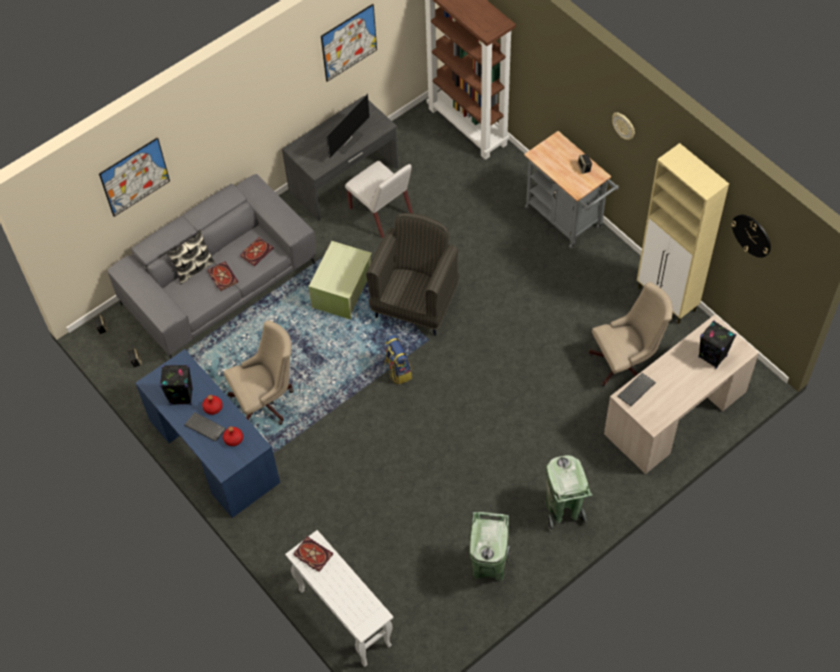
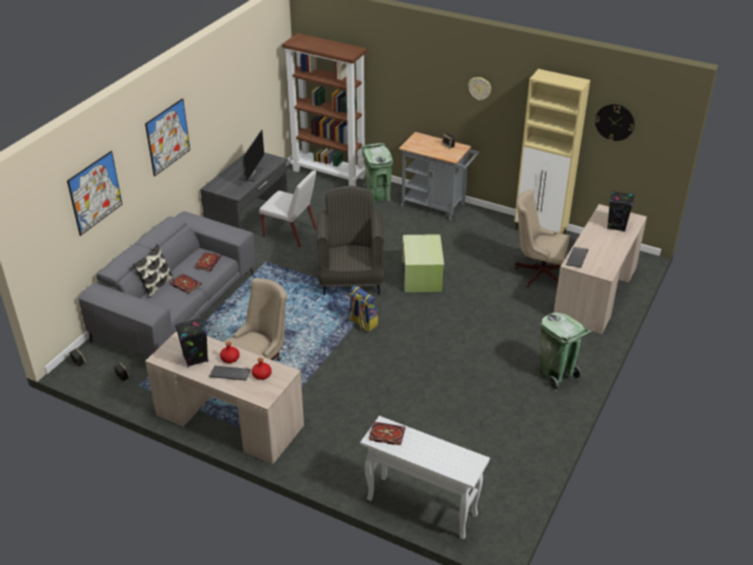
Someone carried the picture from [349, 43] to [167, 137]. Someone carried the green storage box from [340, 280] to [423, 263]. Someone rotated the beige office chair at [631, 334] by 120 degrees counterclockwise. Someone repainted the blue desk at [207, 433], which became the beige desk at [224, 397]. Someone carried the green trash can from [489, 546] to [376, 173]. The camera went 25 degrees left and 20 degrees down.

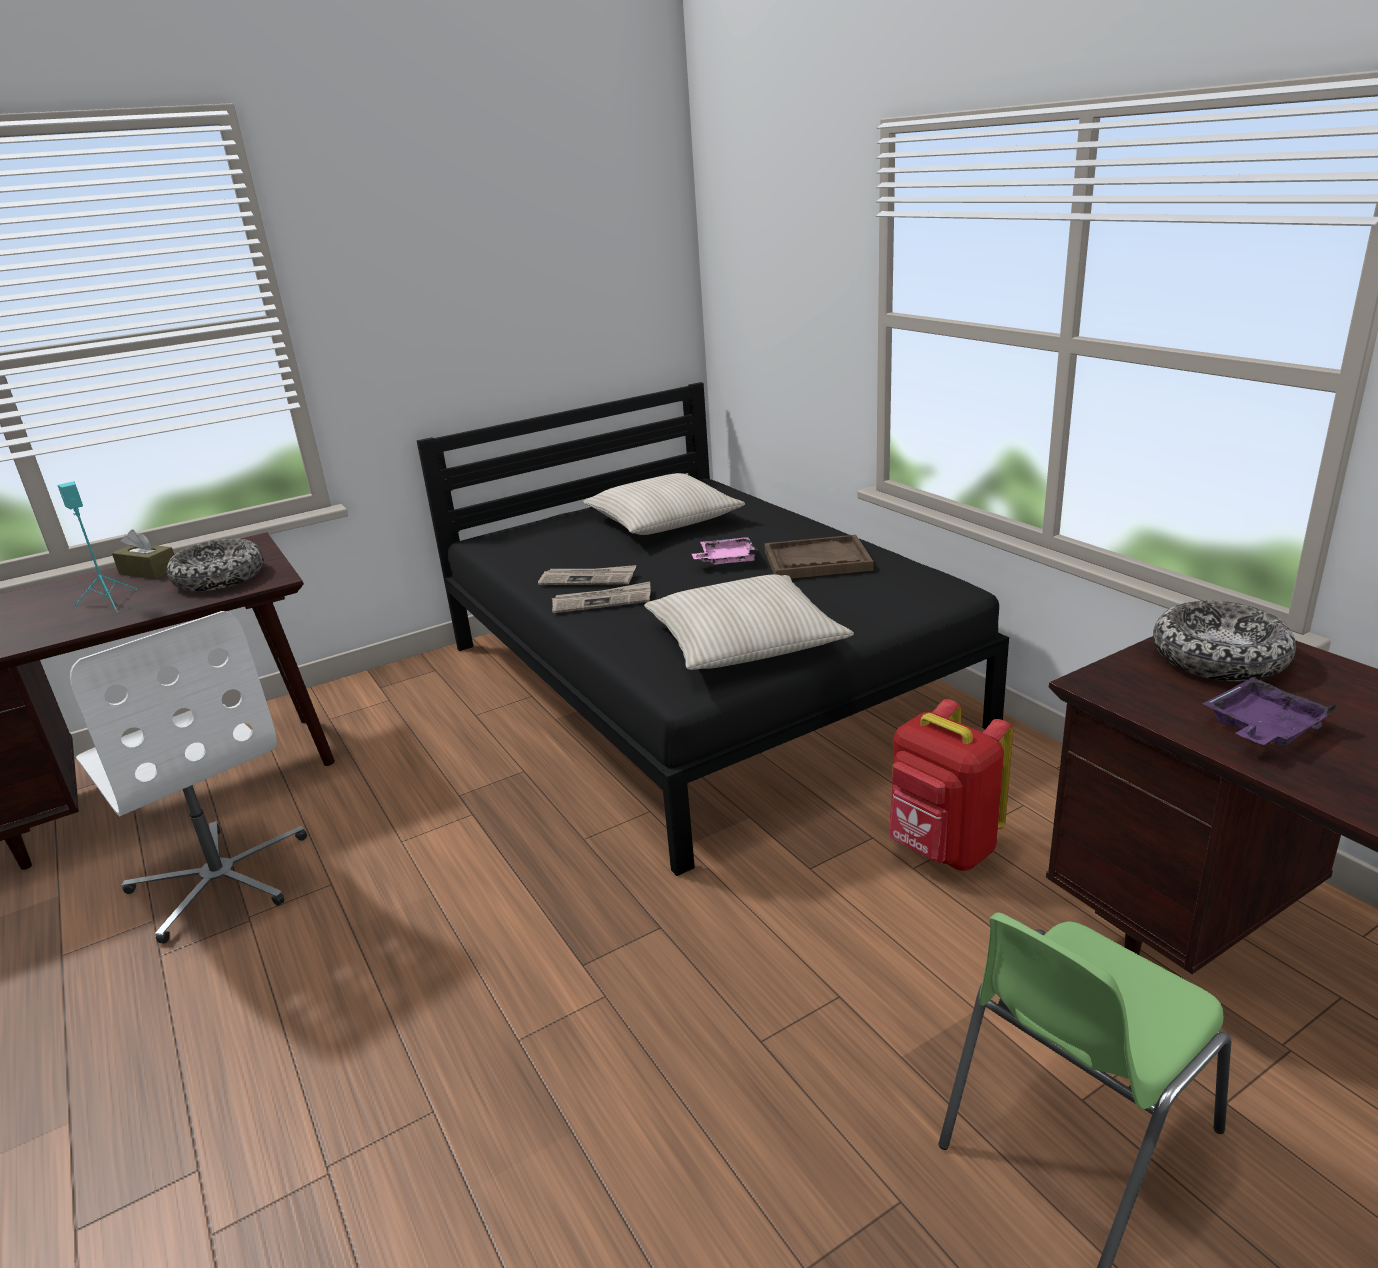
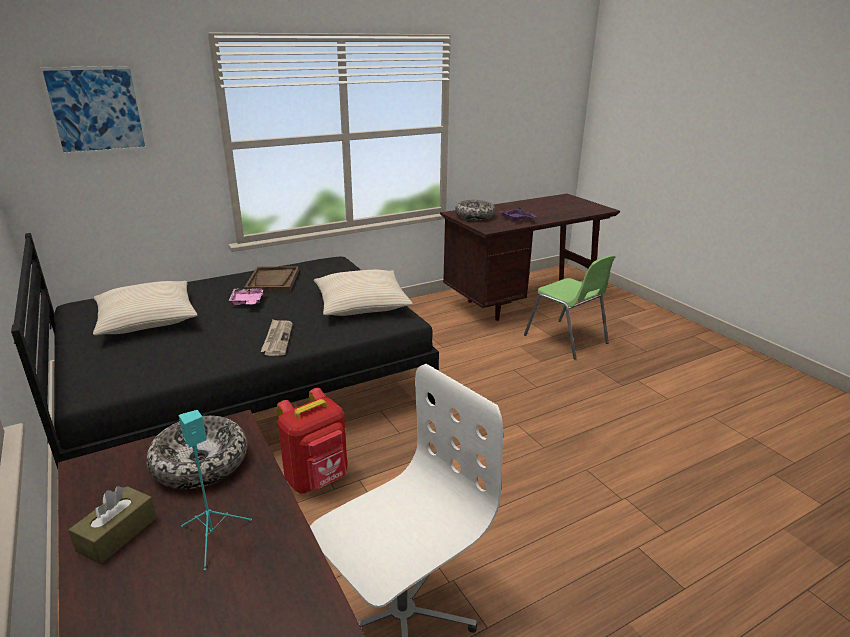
Someone took away the newspaper at [587, 575]. Someone carried the red backpack from [951, 785] to [312, 440]. Someone put up the picture at [93, 111]. The camera went 90 degrees left and 0 degrees up.

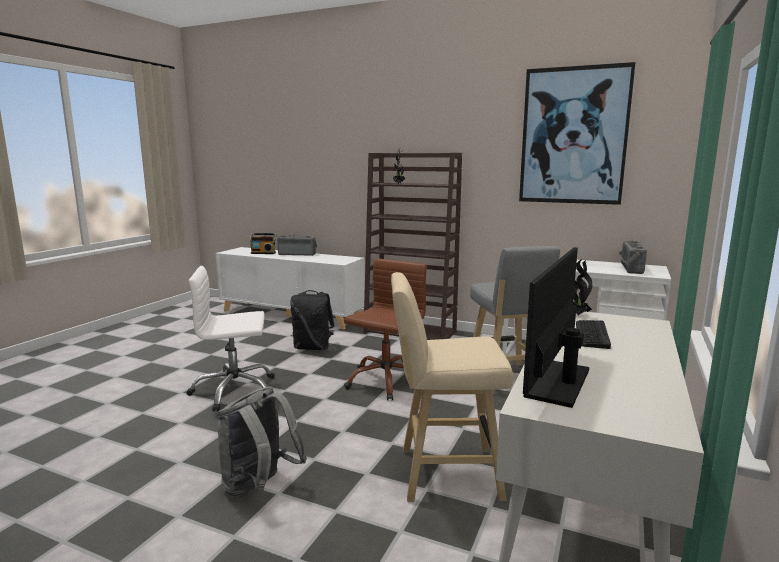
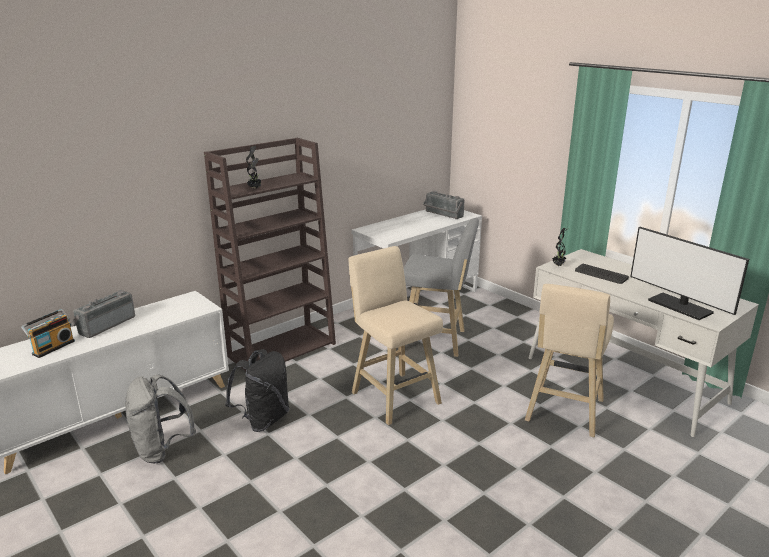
Someone took away the picture at [577, 133]. Someone swapped the brown office chair at [385, 330] for the beige stool at [395, 335]. Someone took away the white office chair at [231, 338]. Someone carried the grey backpack from [262, 441] to [160, 419]. The camera went 65 degrees left and 10 degrees up.

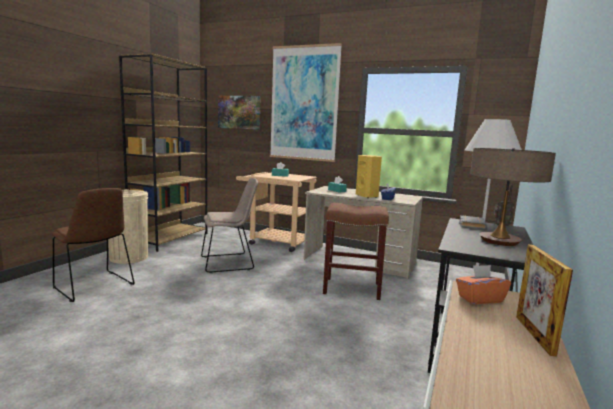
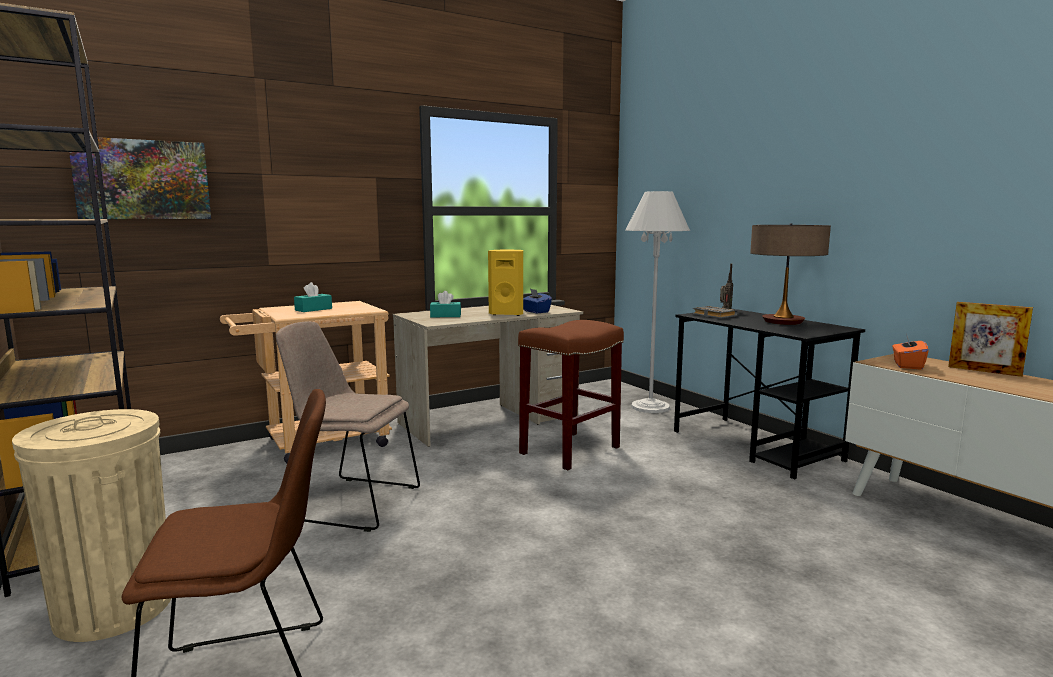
Someone took away the picture at [306, 102]. Someone rotated the beige chair at [229, 225] by 90 degrees counterclockwise. The camera went 55 degrees left and 0 degrees up.

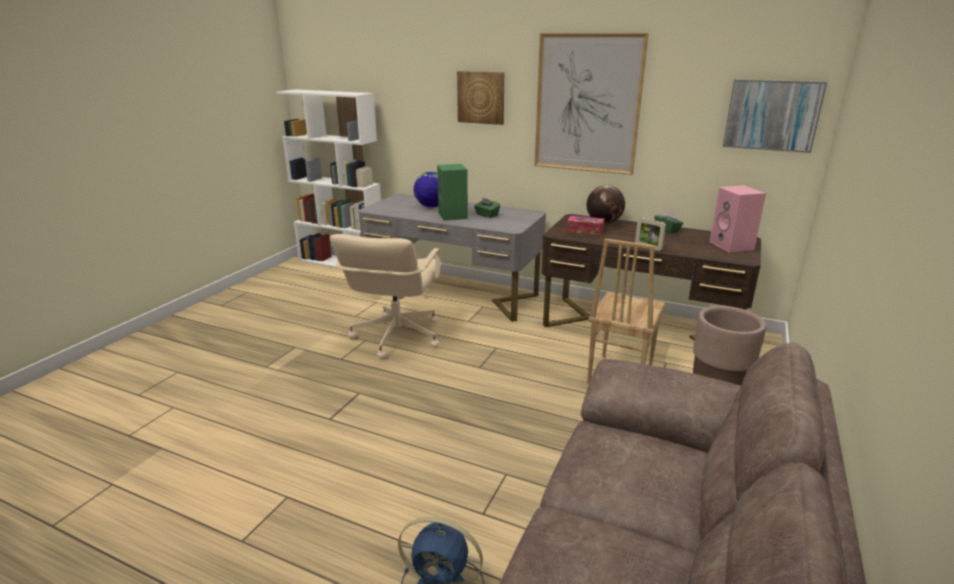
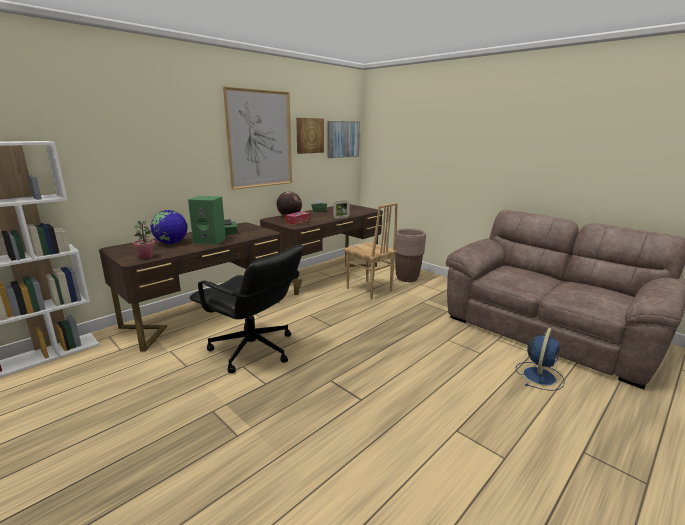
Someone carried the picture from [480, 98] to [310, 136]. Someone took away the pink speaker at [738, 218]. Someone repainted the grey desk at [452, 258], which became the brown desk at [190, 287]. Someone repainted the beige office chair at [386, 296], which became the black office chair at [247, 309]. Someone put down the potted plant at [144, 240]. The camera went 70 degrees left and 5 degrees down.

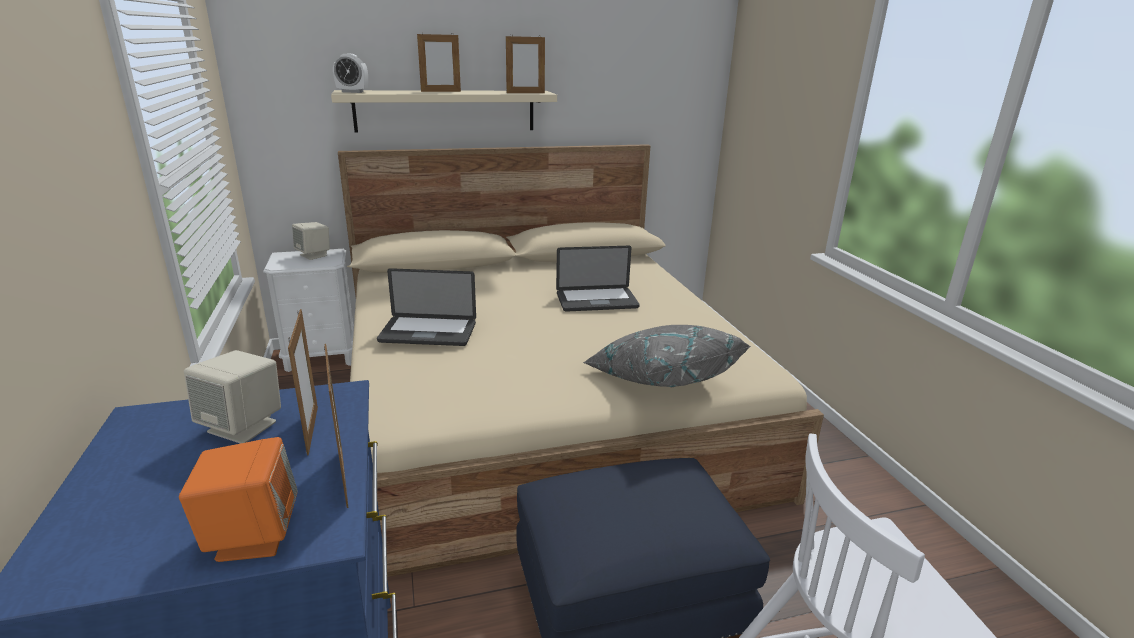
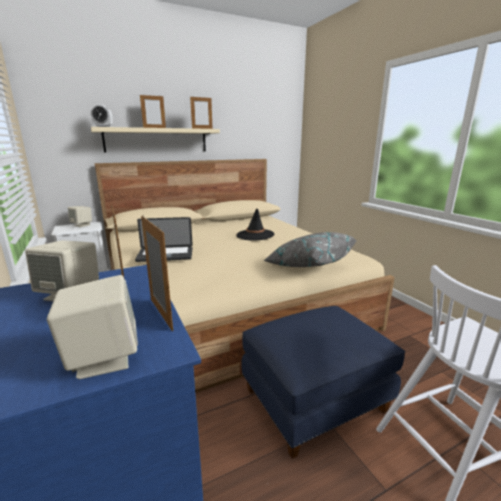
Someone swapped the laptop at [598, 279] for the black hat at [255, 224]. Someone repainted the orange speaker at [238, 499], which became the beige speaker at [92, 327]. The camera went 10 degrees left and 5 degrees down.

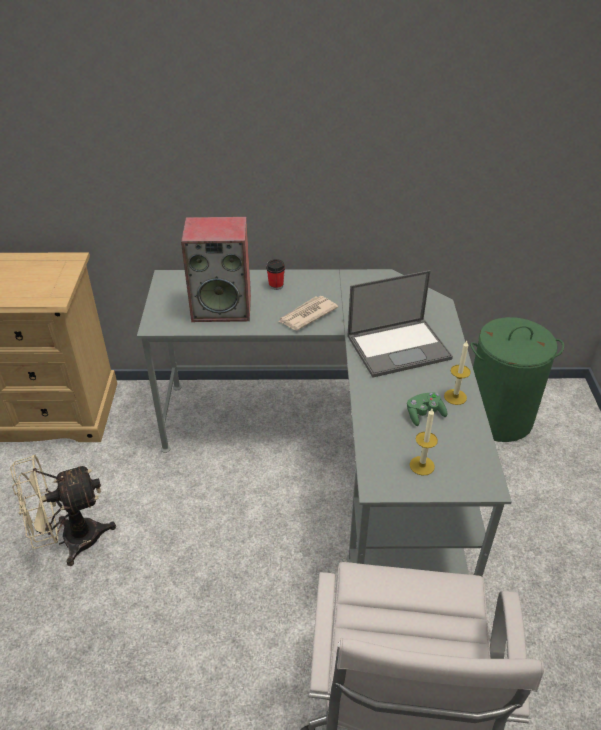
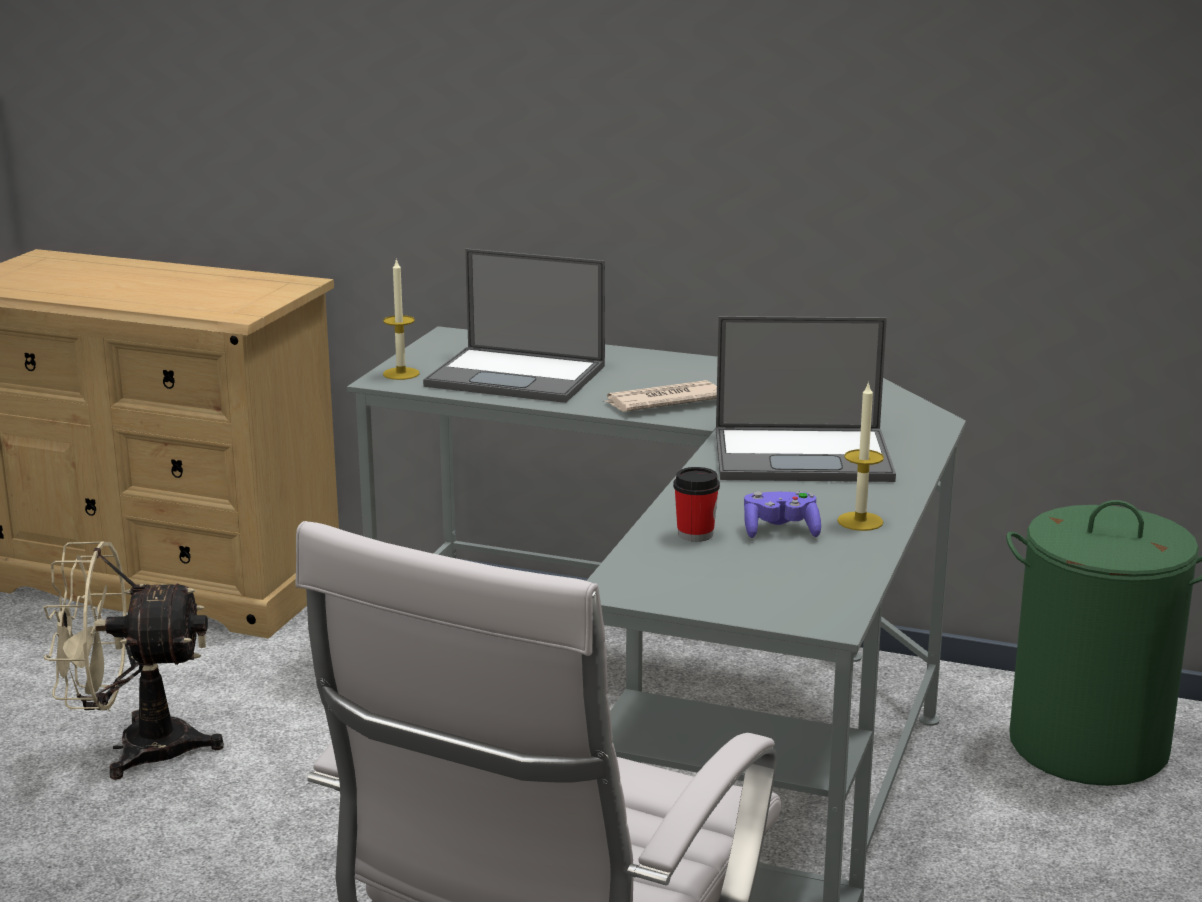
Someone swapped the speaker at [216, 269] for the laptop at [514, 325]. Someone carried the cup from [275, 274] to [696, 504]. Someone repainted the green game controller at [427, 409], which became the purple game controller at [782, 514]. Someone carried the candle from [424, 442] to [401, 319]. The camera went 20 degrees right and 20 degrees down.

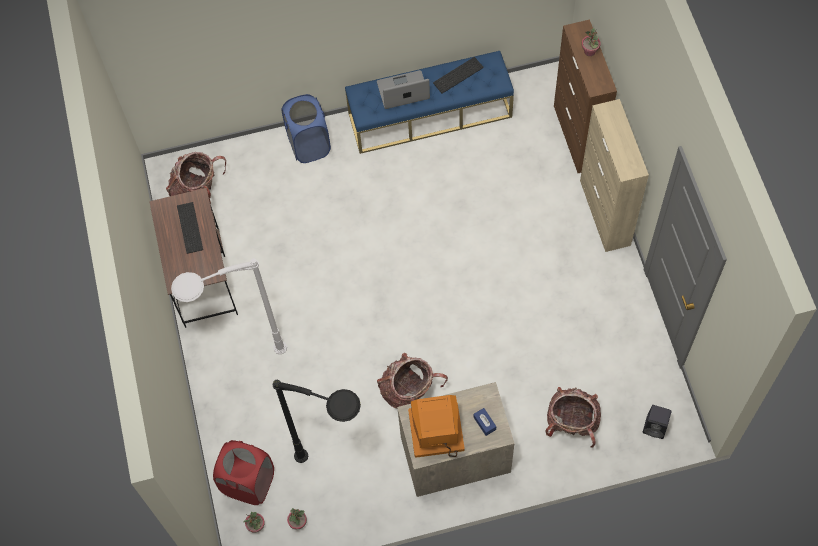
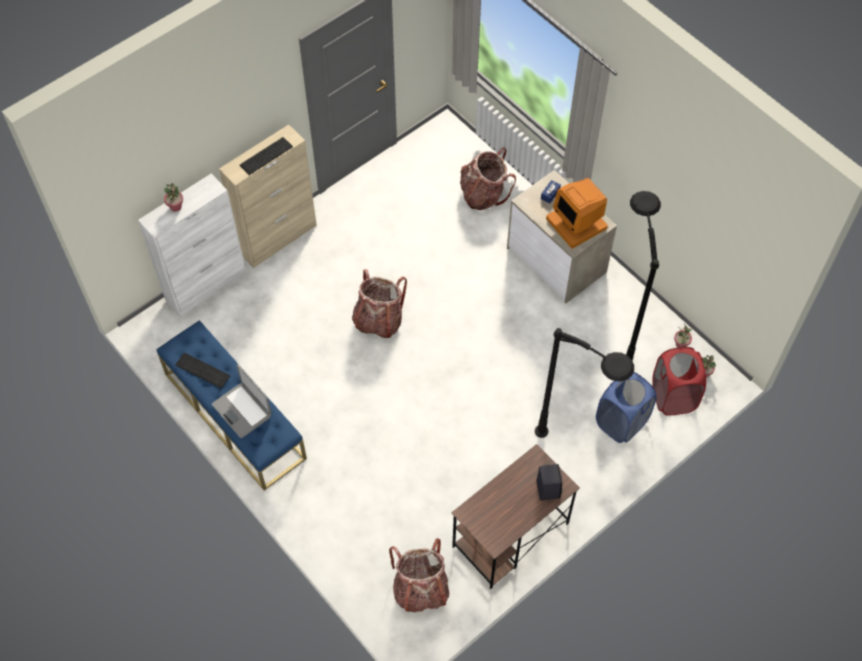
Someone repainted the brown cabinet at [585, 96], which became the white cabinet at [192, 245]. Someone carried the blue laundry basket from [306, 128] to [626, 407]. Someone carried the keyboard from [190, 228] to [266, 156]. Someone repainted the white floor lamp at [229, 306], which became the black floor lamp at [584, 383]. Someone carried the backpack from [412, 381] to [379, 303]. Someone carried the black speaker from [657, 422] to [549, 482]. The camera went 120 degrees left and 5 degrees down.

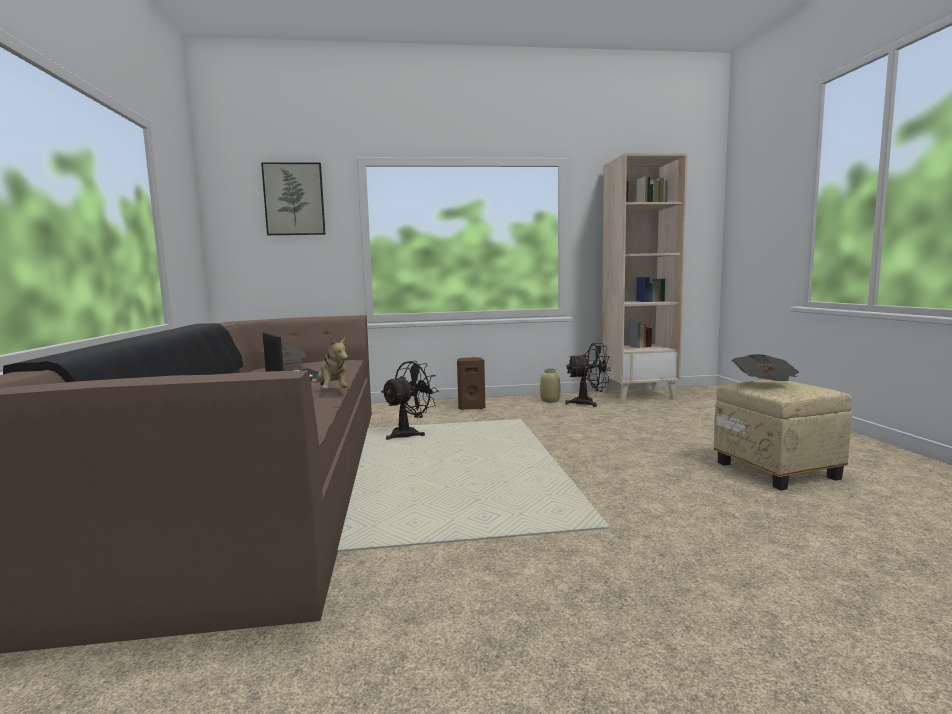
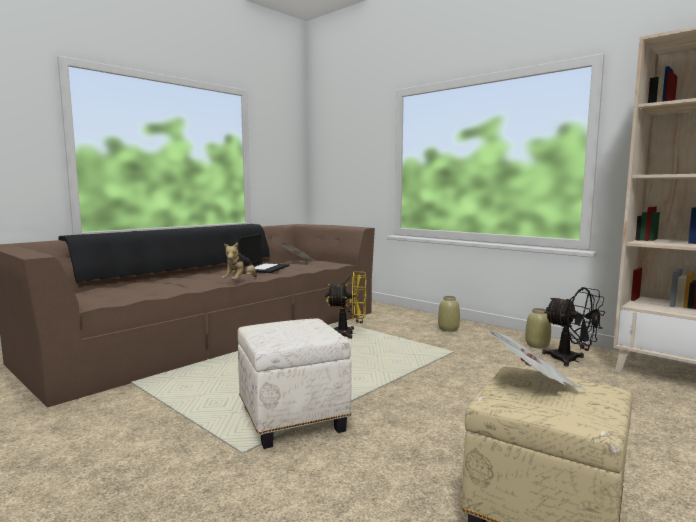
Someone took away the picture at [293, 198]. Someone swapped the brown speaker at [471, 383] for the beige vase at [449, 314]. Someone repainted the black fan at [410, 400], which became the yellow fan at [345, 305]. Someone put down the white ottoman at [295, 384]. The camera went 50 degrees right and 0 degrees up.

